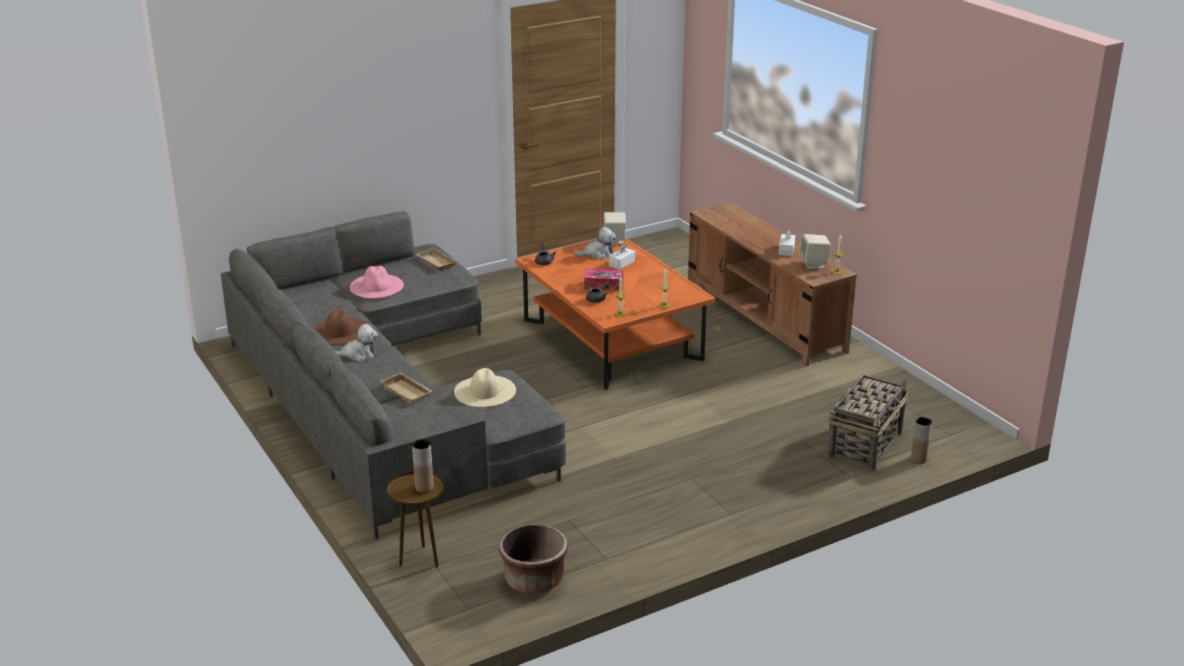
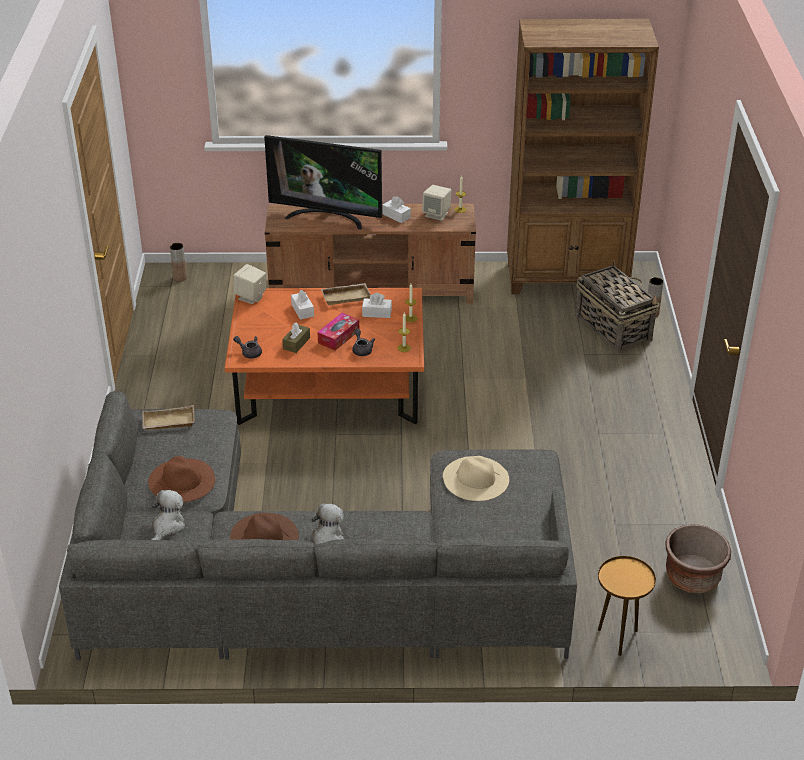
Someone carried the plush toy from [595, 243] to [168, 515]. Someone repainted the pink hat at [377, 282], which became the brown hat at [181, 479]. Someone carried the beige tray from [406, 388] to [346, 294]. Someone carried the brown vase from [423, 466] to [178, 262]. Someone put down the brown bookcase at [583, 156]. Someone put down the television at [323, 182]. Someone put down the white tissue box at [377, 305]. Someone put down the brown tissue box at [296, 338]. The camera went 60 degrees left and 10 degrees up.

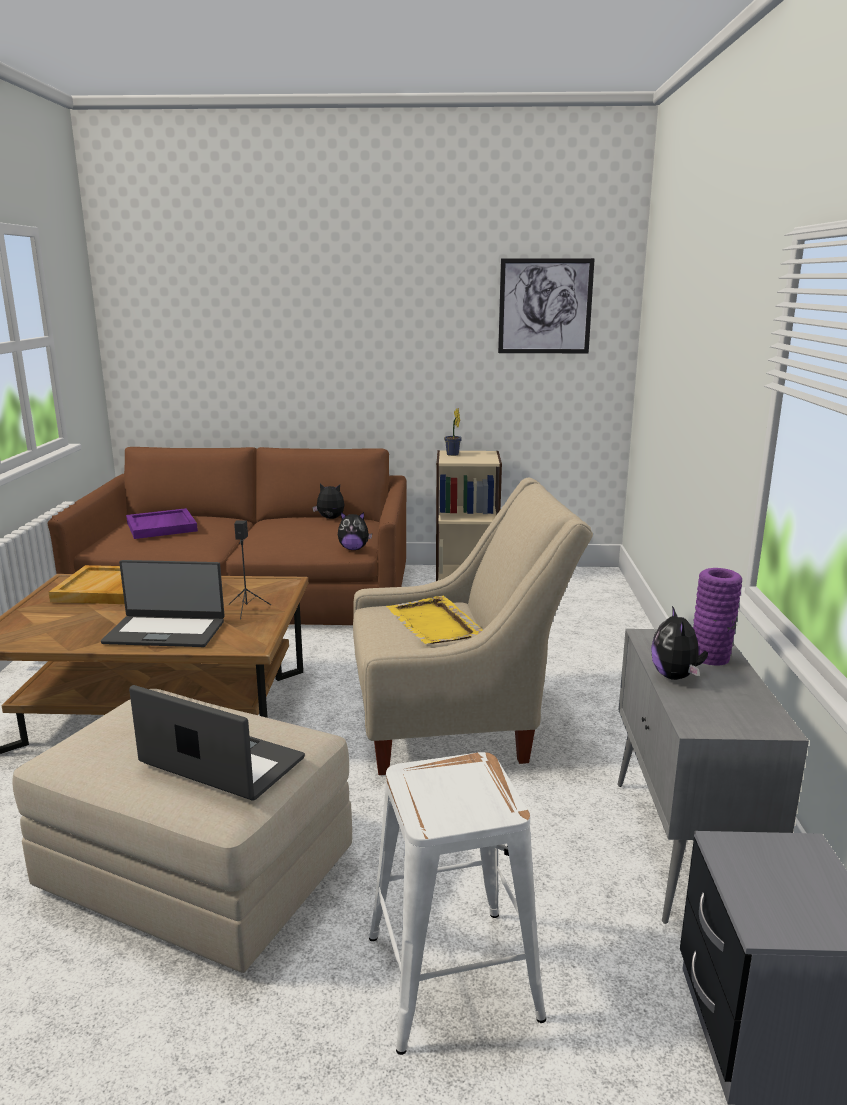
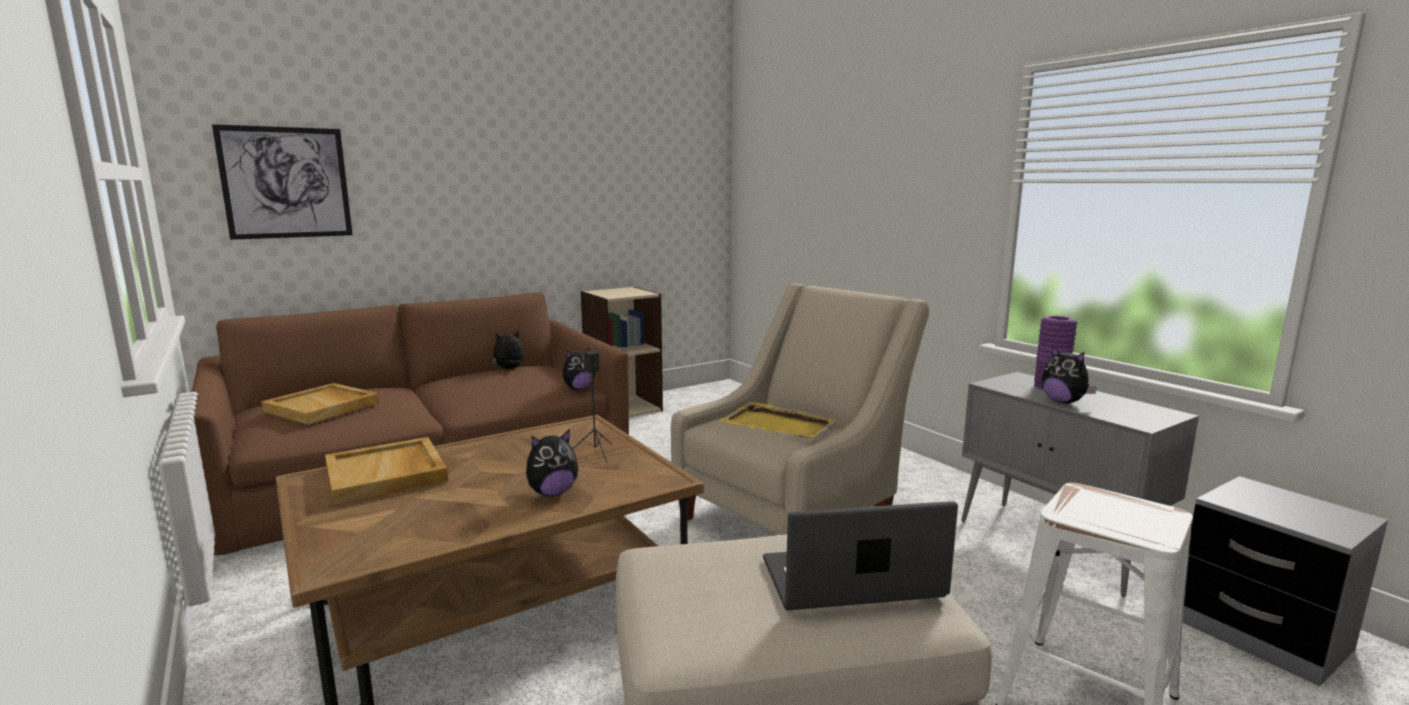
Someone carried the picture from [546, 305] to [282, 182]. Someone took away the potted plant at [453, 432]. Someone repainted the purple tray at [162, 523], which became the beige tray at [320, 403]. Someone swapped the laptop at [163, 603] for the plush toy at [552, 462]. The camera went 35 degrees left and 5 degrees down.

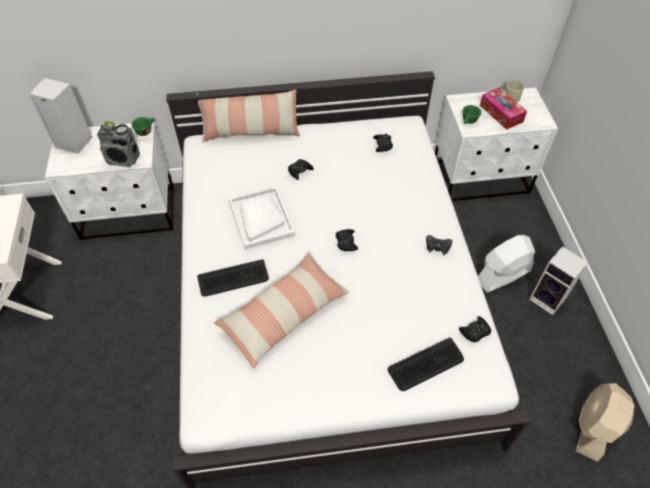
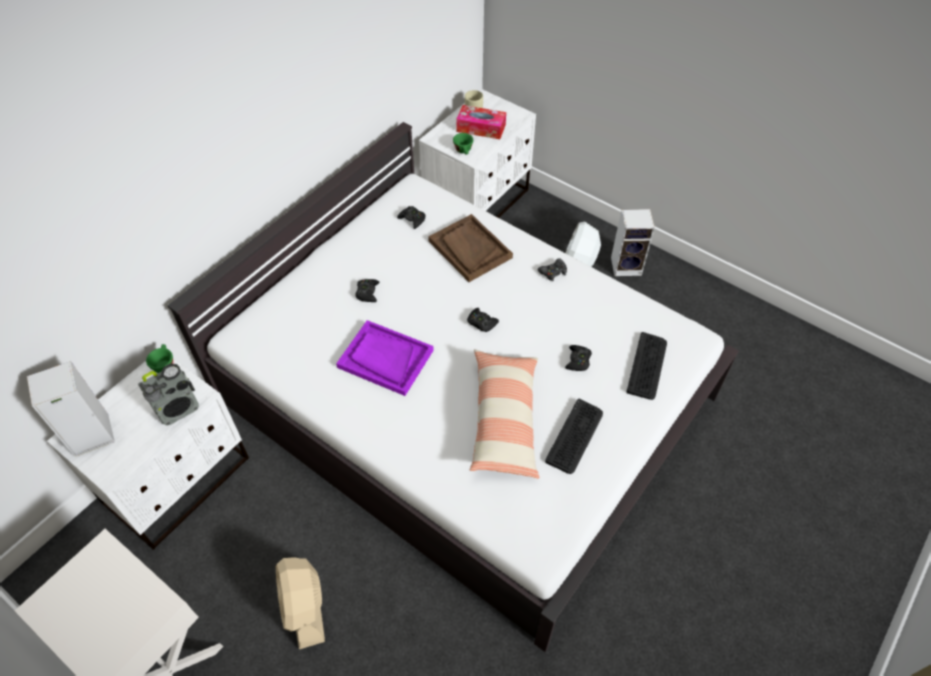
Someone took away the pillow at [248, 116]. Someone repainted the white tray at [262, 217], which became the purple tray at [385, 358]. Someone carried the keyboard from [233, 278] to [574, 436]. Someone carried the black game controller from [475, 329] to [578, 358]. Someone carried the beige fan from [605, 422] to [300, 603]. Someone put down the brown tray at [470, 248]. The camera went 45 degrees left and 0 degrees up.

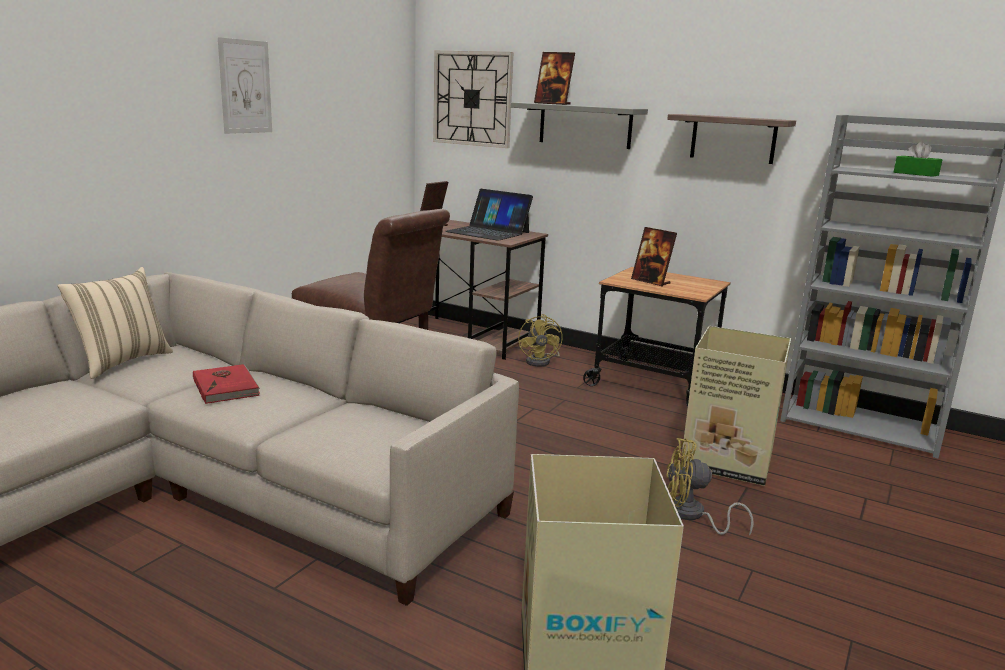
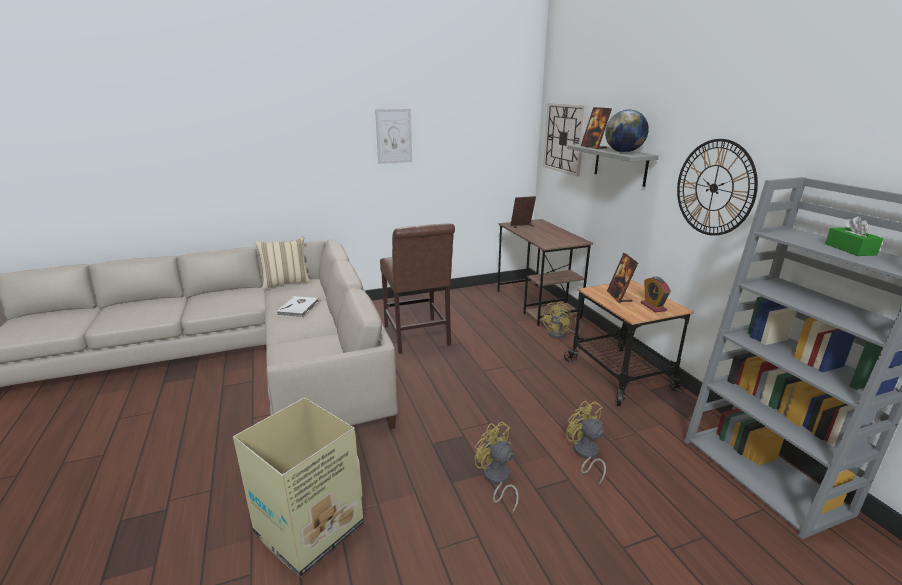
Someone swapped the shelf at [731, 139] for the wall clock at [717, 187]. Someone took away the laptop at [489, 215]. Someone swapped the cardboard box at [735, 406] for the yellow fan at [586, 442]. Someone repainted the red book at [226, 384], which became the white book at [298, 306]. Someone put down the globe at [627, 131]. Someone put down the alarm clock at [656, 294]. The camera went 40 degrees right and 5 degrees up.

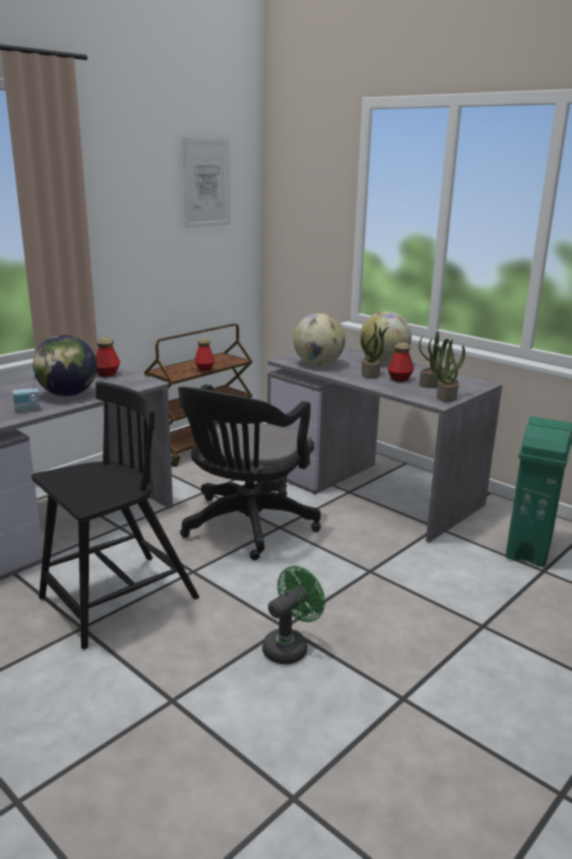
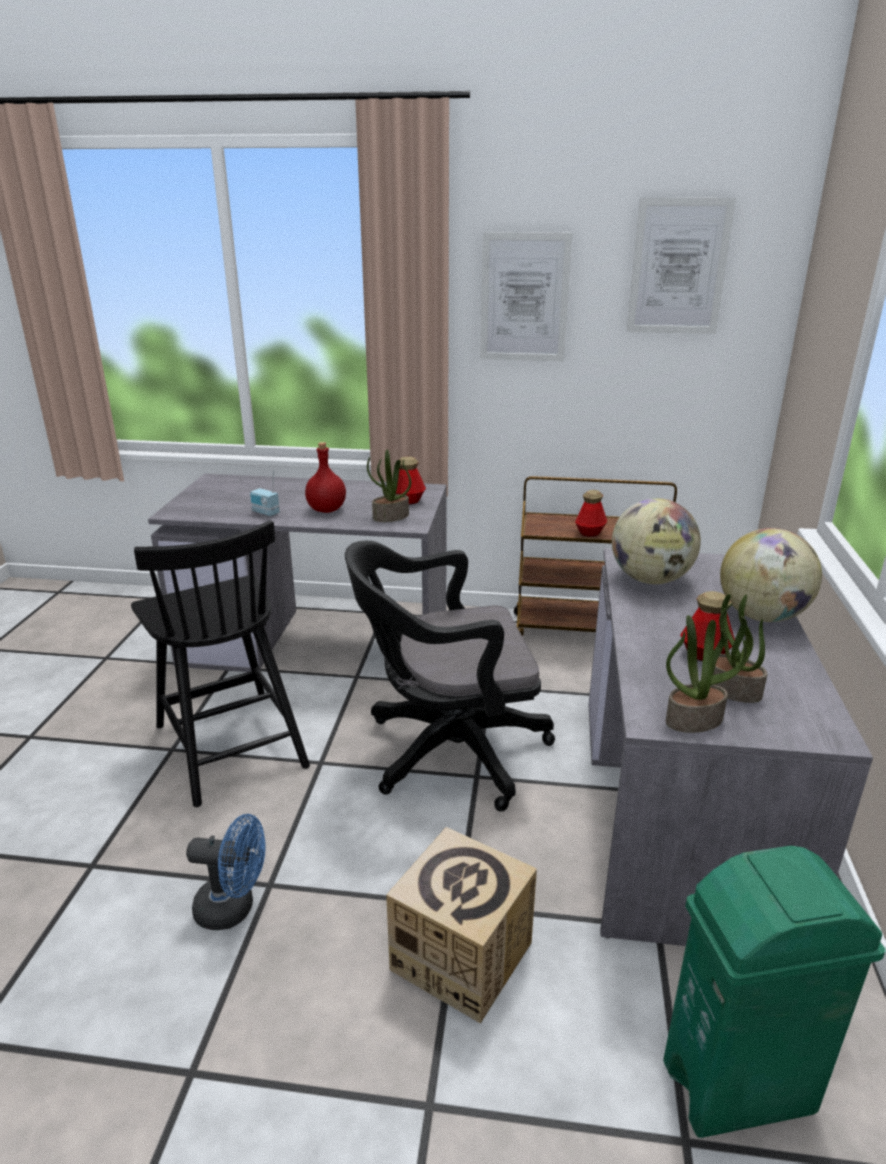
Someone carried the potted plant from [375, 350] to [389, 485]. Someone swapped the globe at [65, 365] for the red bottle at [325, 477]. Someone rotated the black chair at [115, 515] by 45 degrees clockwise. Someone repainted the green fan at [293, 615], which became the blue fan at [226, 872]. Someone put up the picture at [526, 296]. Someone put down the cardboard box at [461, 925]. The camera went 55 degrees right and 5 degrees up.

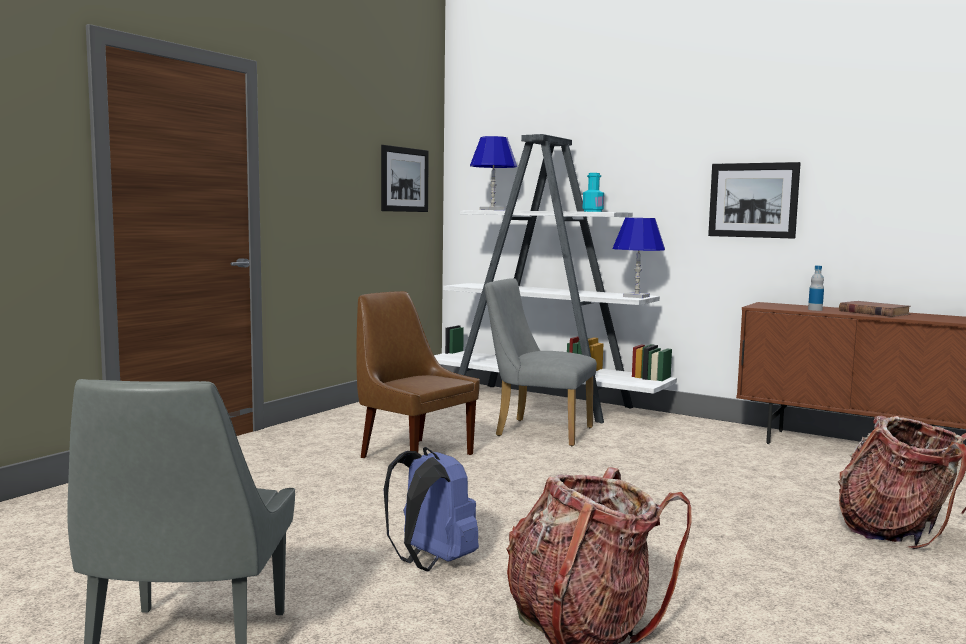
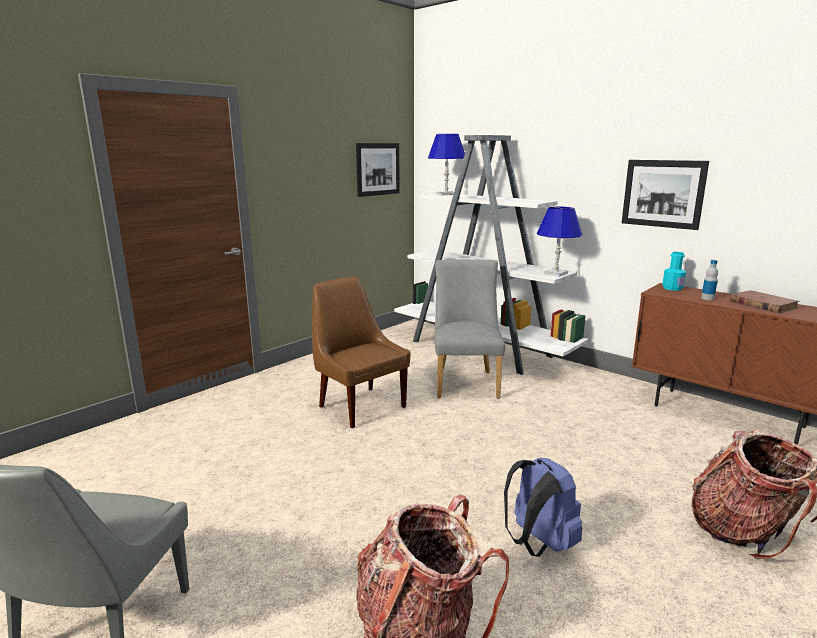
Someone carried the turquoise bottle from [593, 192] to [674, 271]. Someone rotated the grey chair at [541, 362] by 60 degrees clockwise. Someone carried the blue backpack from [431, 509] to [543, 507]. The camera went 10 degrees right and 10 degrees up.

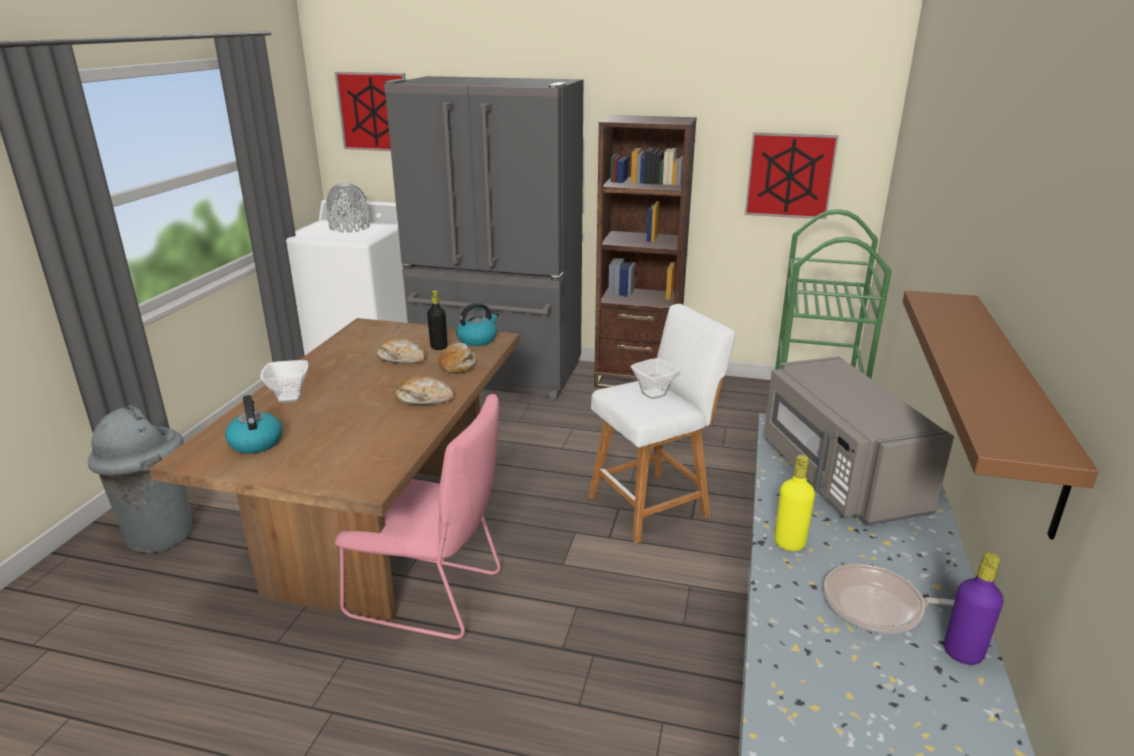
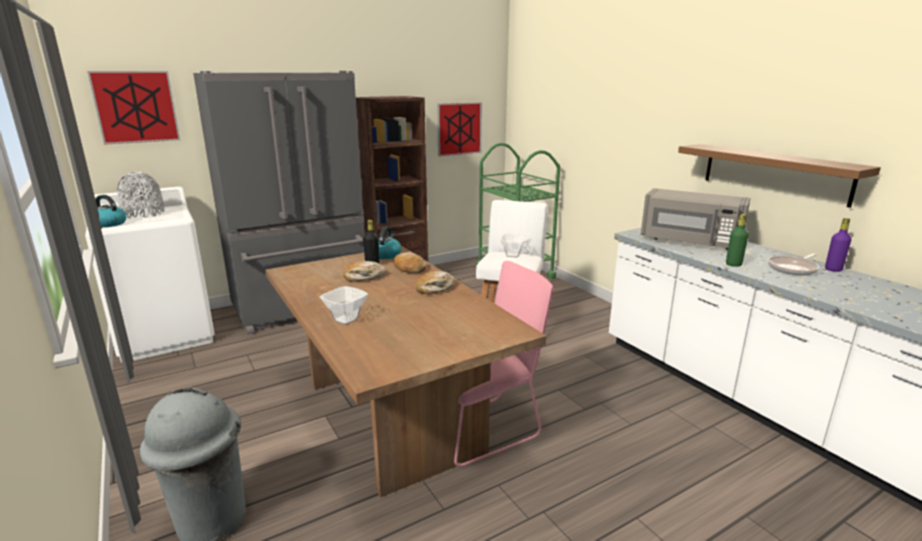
Someone carried the kettle from [253, 424] to [111, 211]. Someone repainted the yellow bottle at [794, 503], which became the green bottle at [737, 240]. The camera went 45 degrees left and 5 degrees down.

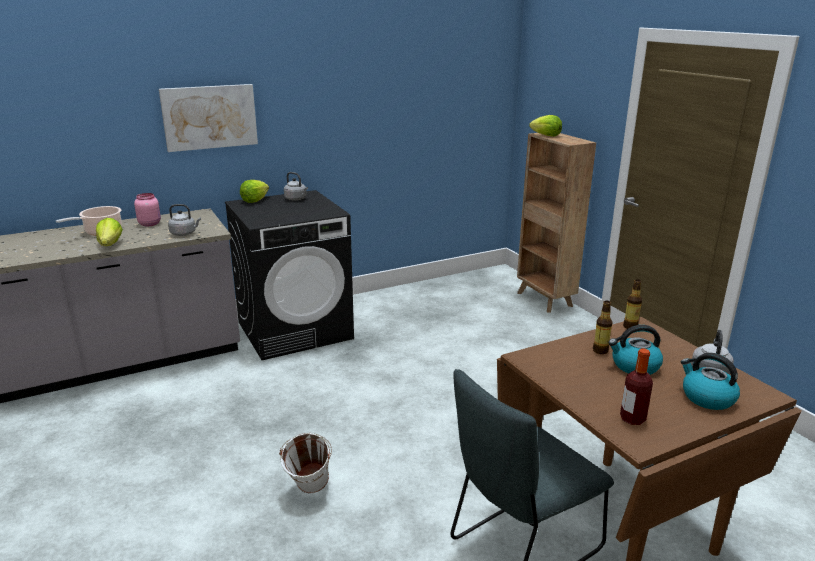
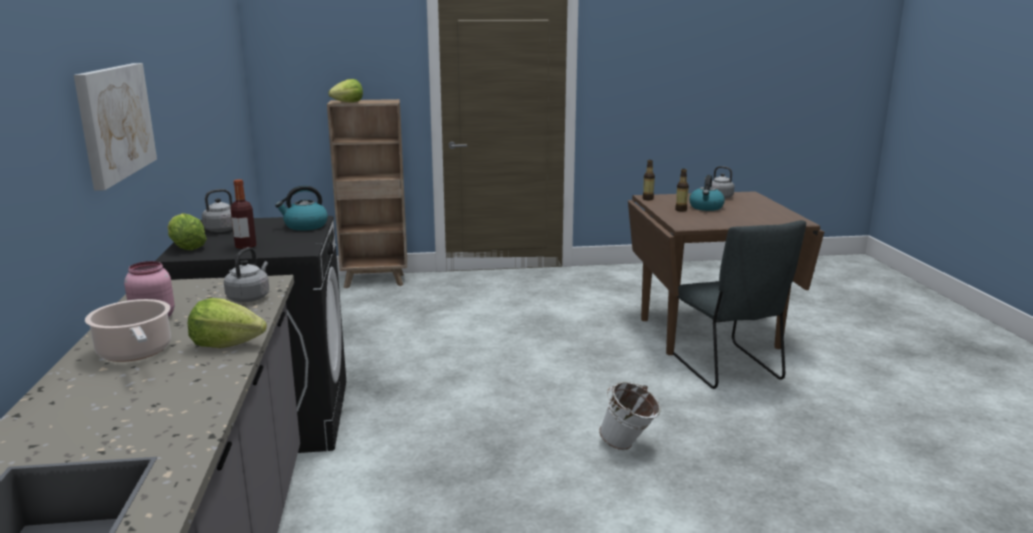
Someone carried the bottle from [636, 387] to [243, 214]. Someone carried the kettle from [710, 381] to [301, 208]. The camera went 70 degrees left and 5 degrees down.

